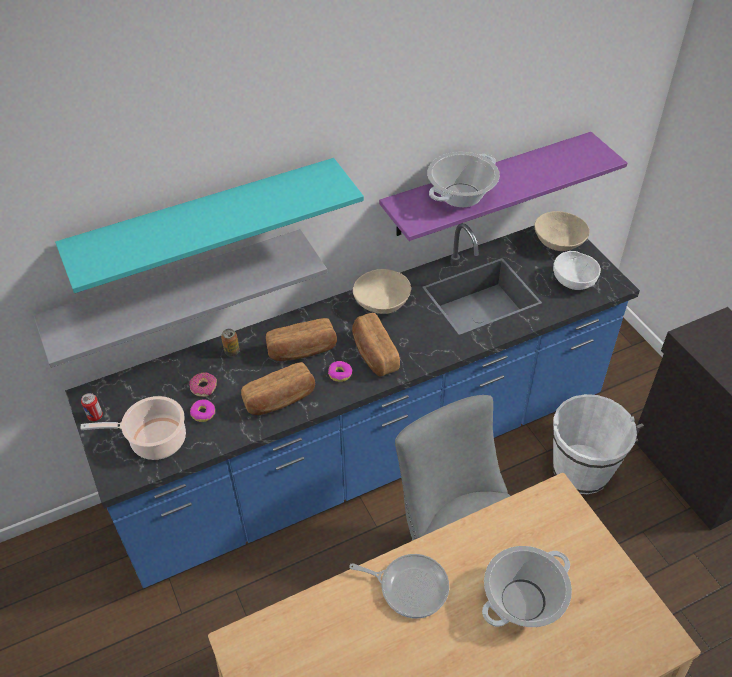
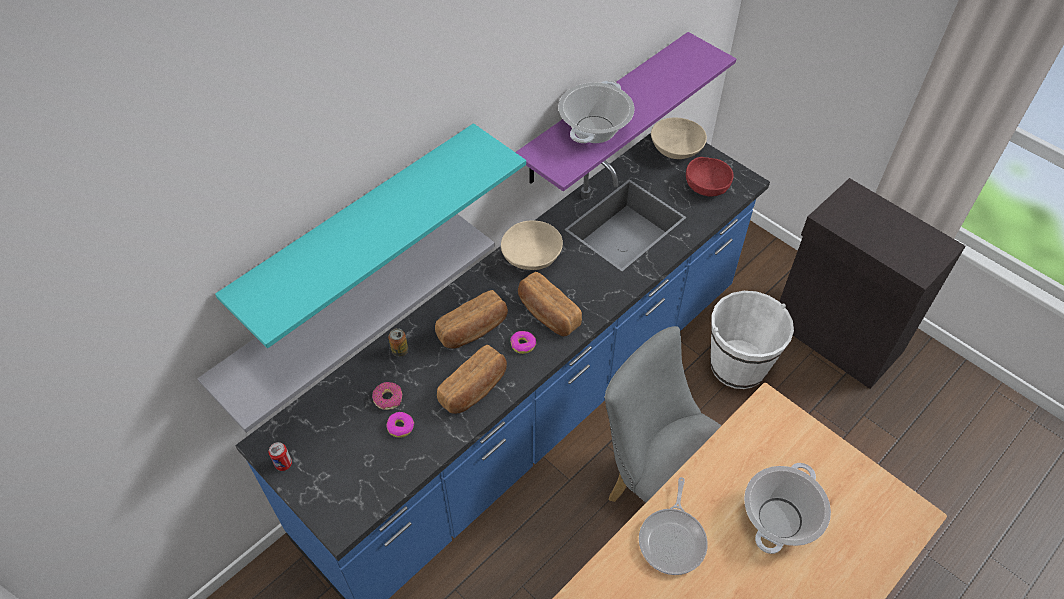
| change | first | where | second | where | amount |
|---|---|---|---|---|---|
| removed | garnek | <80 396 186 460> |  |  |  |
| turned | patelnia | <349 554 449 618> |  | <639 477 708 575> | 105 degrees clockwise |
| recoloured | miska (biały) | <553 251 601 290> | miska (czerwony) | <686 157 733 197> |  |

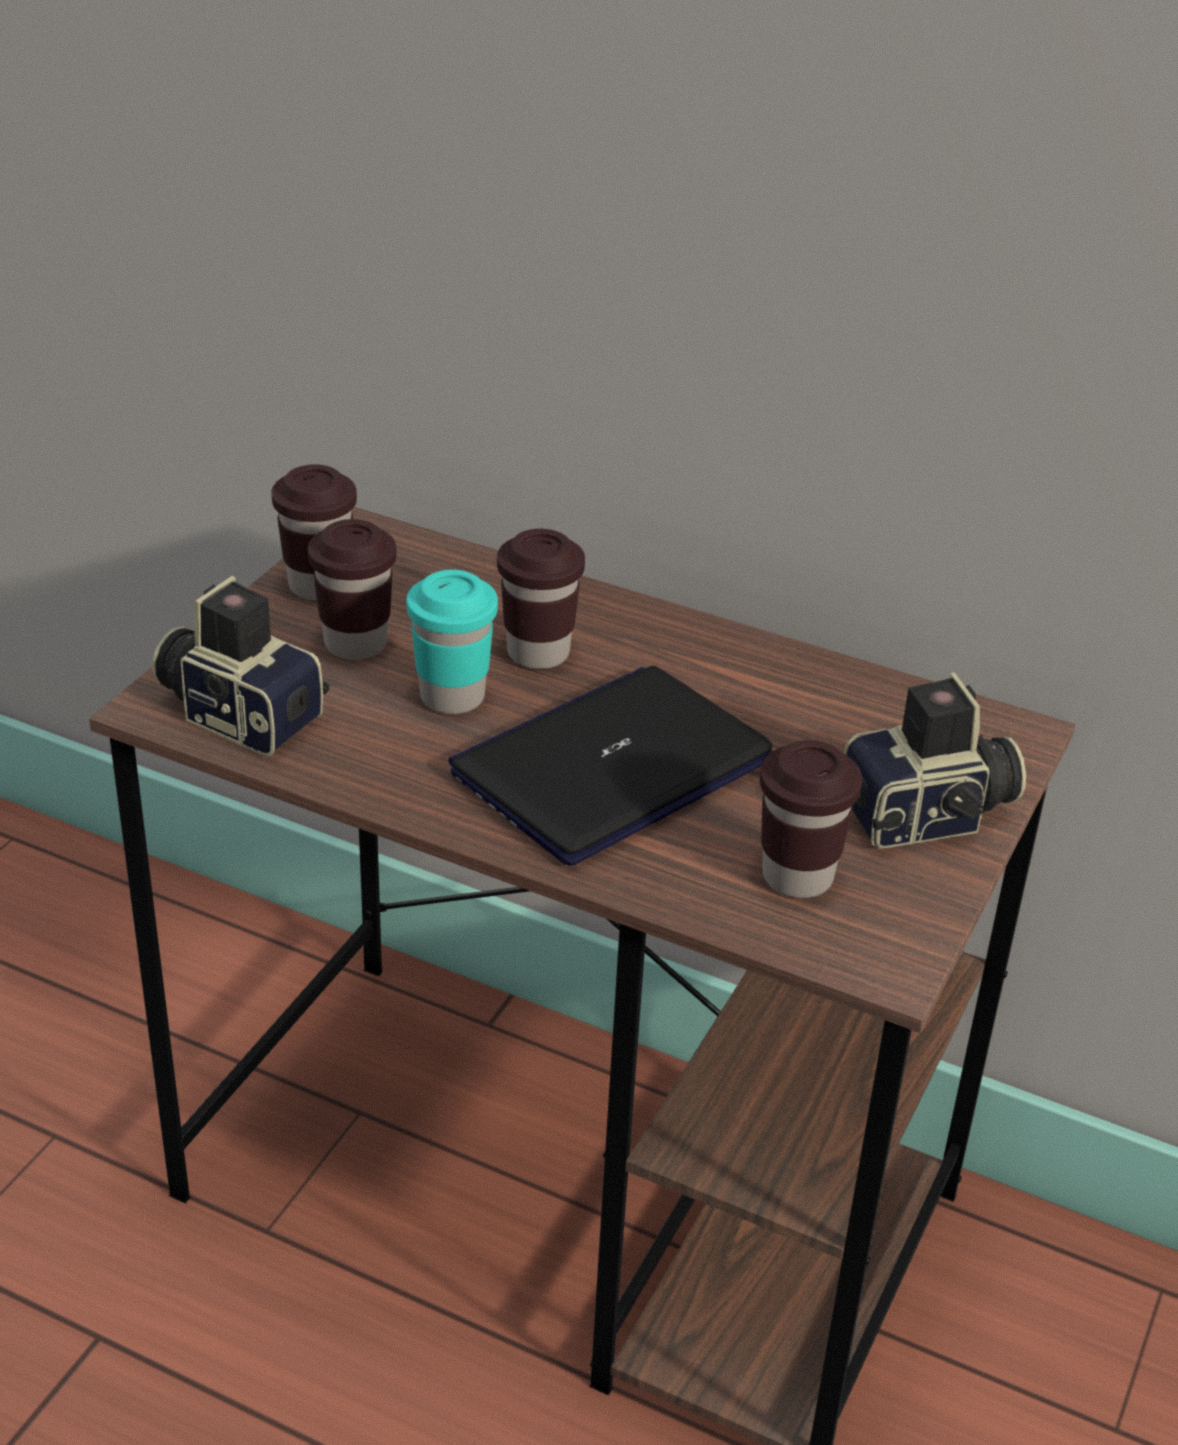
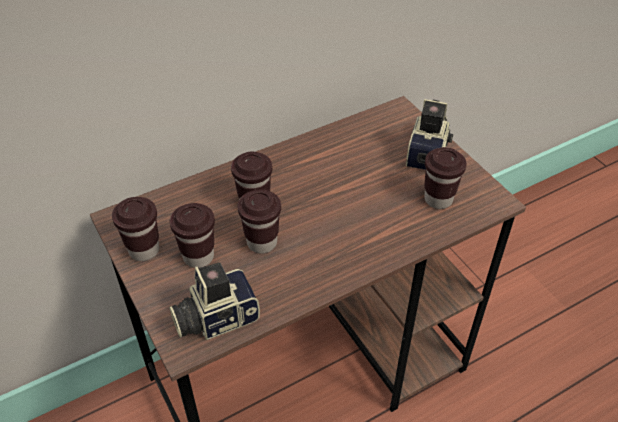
| change | first | where | second | where | amount |
|---|---|---|---|---|---|
| recoloured | filiżanka (turkusowy) | <407 570 498 714> | filiżanka (brązowy) | <237 189 281 253> |  |
| removed | laptop | <449 666 773 866> |  |  |  |

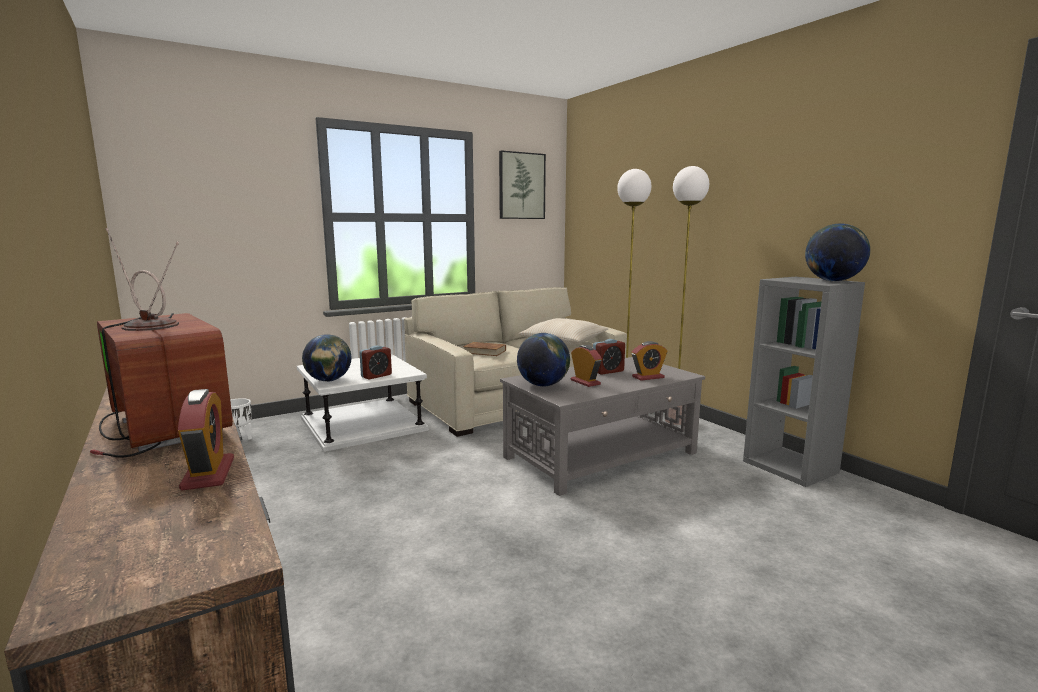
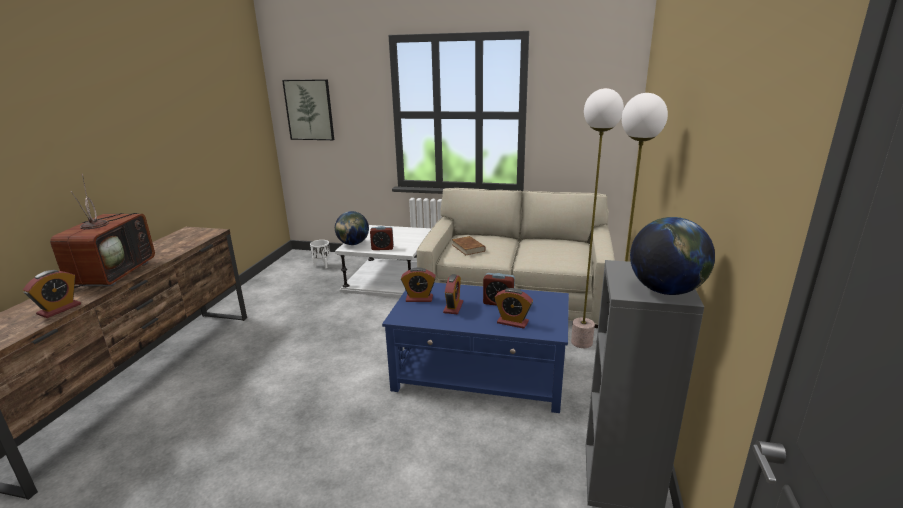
| change | first | where | second | where | amount |
|---|---|---|---|---|---|
| moved | obraz | <499 150 546 219> |  | <282 79 334 140> |  |
| recoloured | ława (szary) | <500 357 705 496> | ława (niebieski) | <382 283 569 413> |  |
| replaced | globus | <517 333 570 387> | budzik | <401 267 436 302> |  |
| removed | poduszka (beżowy) | <519 318 608 345> |  |  |  |

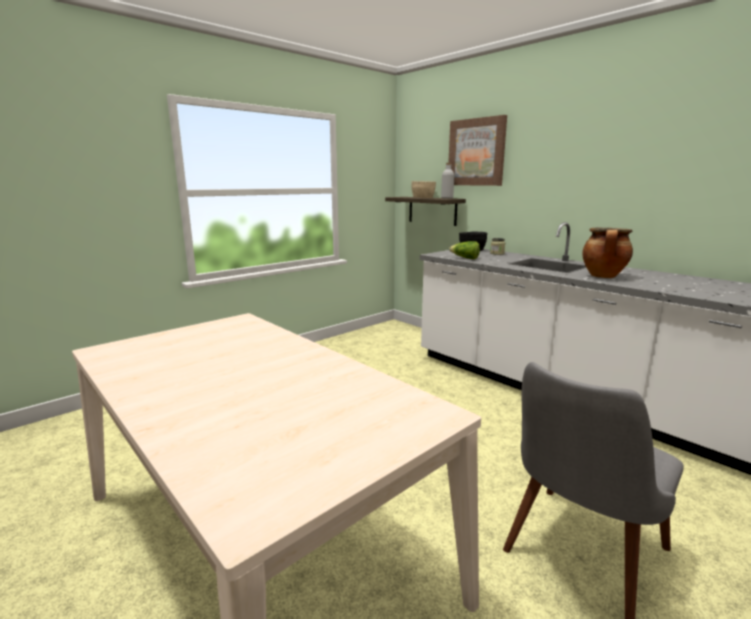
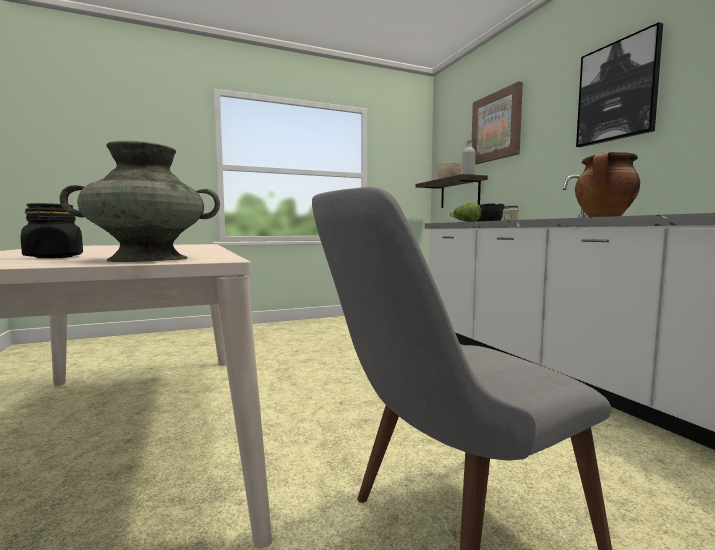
| change | first | where | second | where | amount |
|---|---|---|---|---|---|
| added |  |  | słoik (czarny) | <21 203 83 258> |  |
| added |  |  | wazon (turkusowy) | <60 140 220 262> |  |
| added |  |  | obraz | <576 22 663 147> |  |

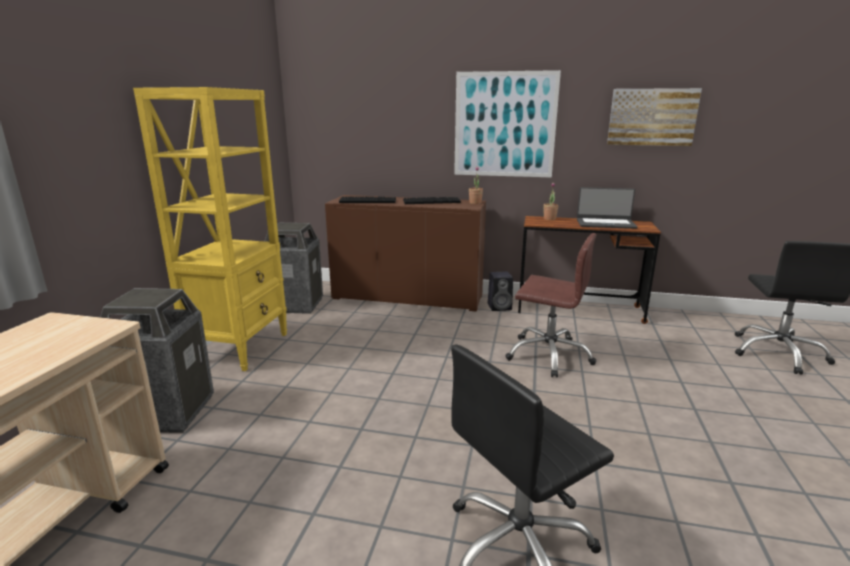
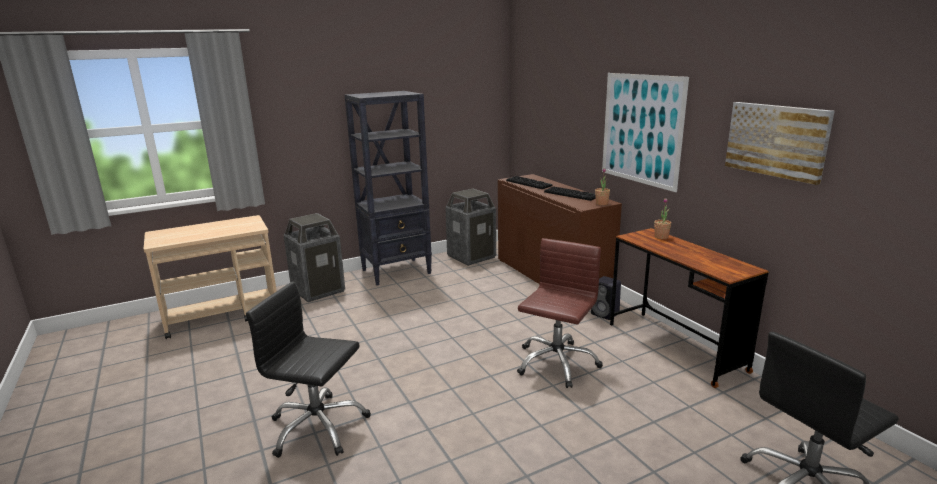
| change | first | where | second | where | amount |
|---|---|---|---|---|---|
| recoloured | regał (żółty) | <133 87 287 371> | regał (czarny) | <345 91 432 286> |  |
| turned | krzesło biurowe (brązowy) | <505 233 596 378> |  | <517 238 603 388> | 135 degrees counterclockwise |
| removed | laptop | <577 187 638 229> |  |  |  |

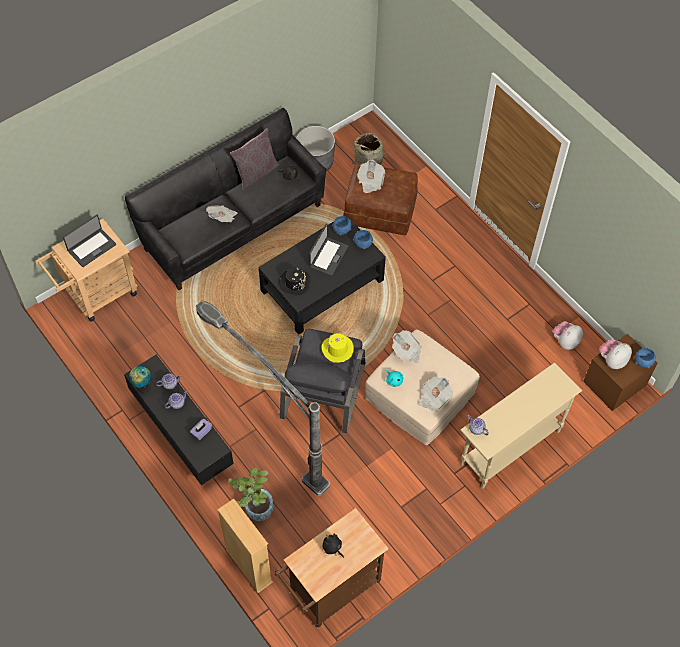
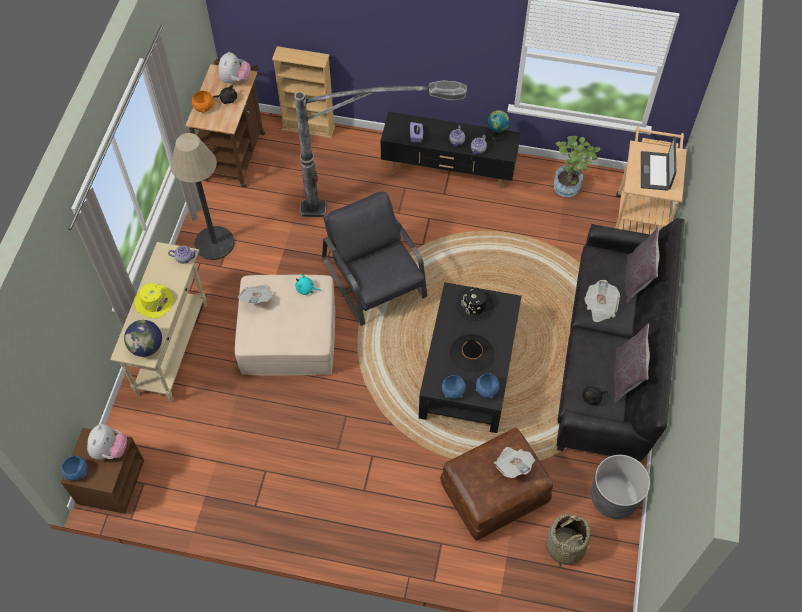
| change | first | where | second | where | amount |
|---|---|---|---|---|---|
| moved | roślina doniczkowa | <228 467 274 521> |  | <554 136 600 197> |  |
| replaced | laptop | <309 223 348 276> | kapelusz (czarny) | <450 334 494 372> |  |
| moved | kapelusz (żółty) | <321 333 354 363> |  | <134 283 174 318> |  |
| removed | gazeta | <392 330 422 363> |  |  |  |
| moved | pluszak | <552 321 583 350> |  | <219 52 251 84> |  |
| added |  |  | globus | <124 320 162 357> |  |
| added |  |  | lampa stojąca | <170 133 235 260> |  |
| added |  |  | miska (pomarańczowy) | <192 90 215 112> |  |
| added |  |  | poduszka (szary) | <625 227 660 304> |  |

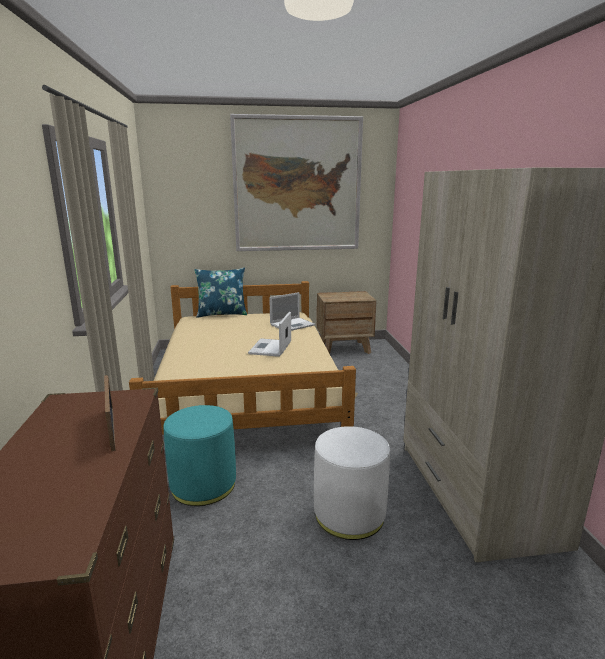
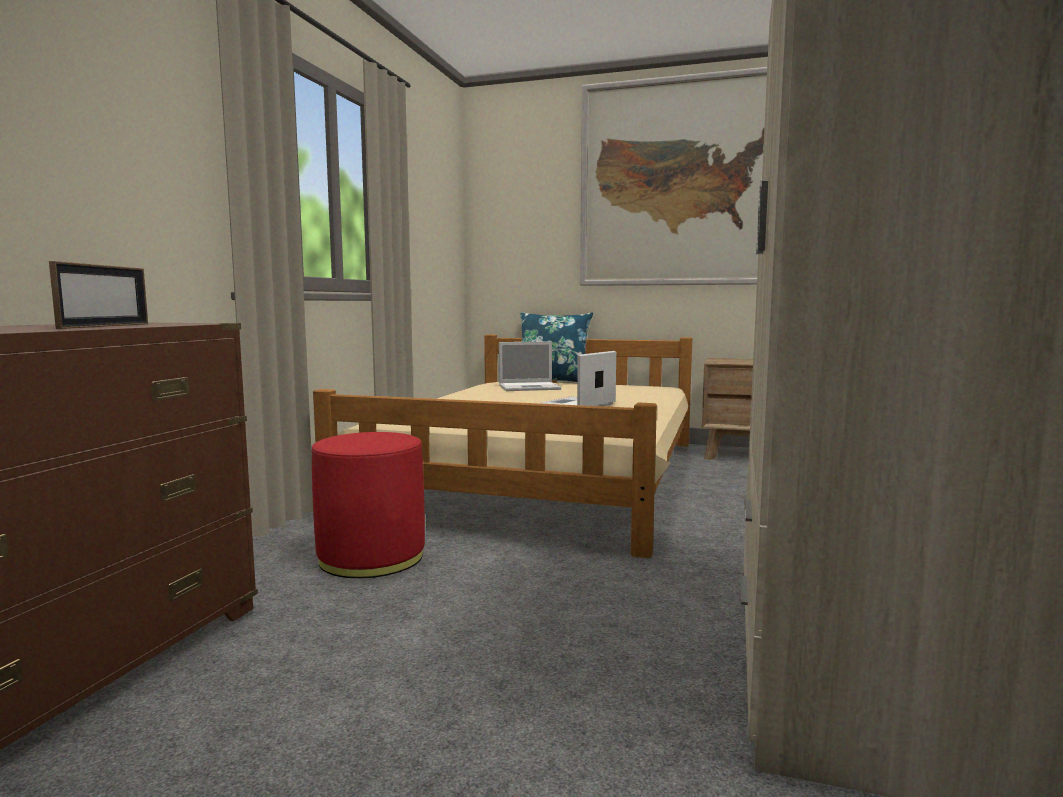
| change | first | where | second | where | amount |
|---|---|---|---|---|---|
| recoloured | pufa (turkusowy) | <163 405 236 506> | pufa (czerwony) | <312 432 425 578> |  |
| moved | laptop | <269 292 315 331> |  | <499 341 561 391> |  |
| removed | pufa (biały) | <314 426 390 540> |  |  |  |

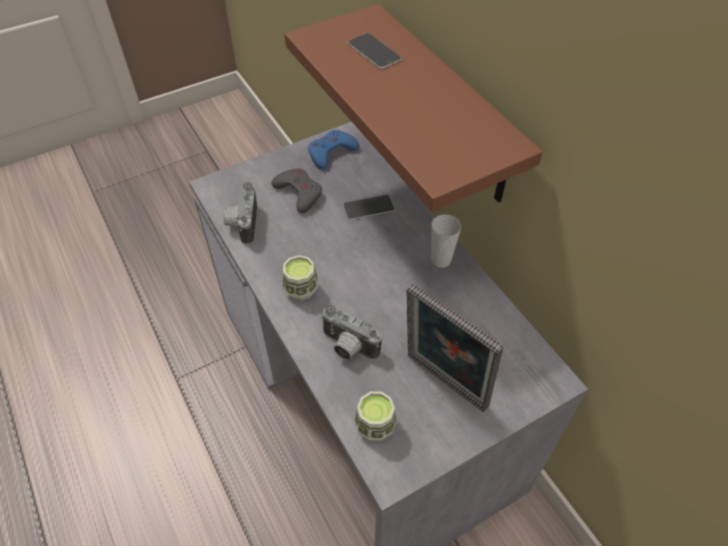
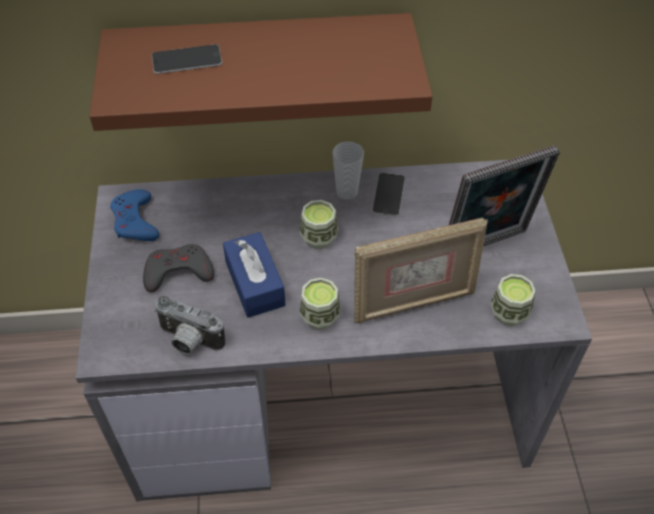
| change | first | where | second | where | amount |
|---|---|---|---|---|---|
| replaced | aparat fotograficzny | <321 305 382 360> | ramka na zdjęcie | <354 218 488 323> |  |
| moved | telefon | <343 195 395 220> |  | <372 173 405 216> |  |
| added |  |  | pudełko chusteczek (niebieski) | <223 232 286 318> |  |
| added |  |  | filiżanka | <300 200 338 249> |  |

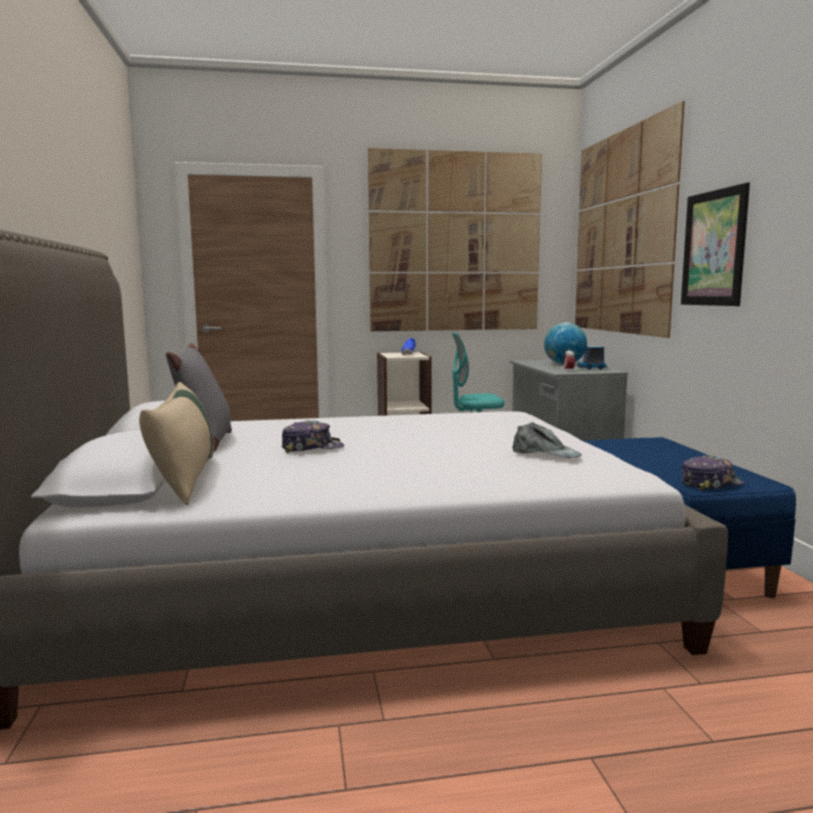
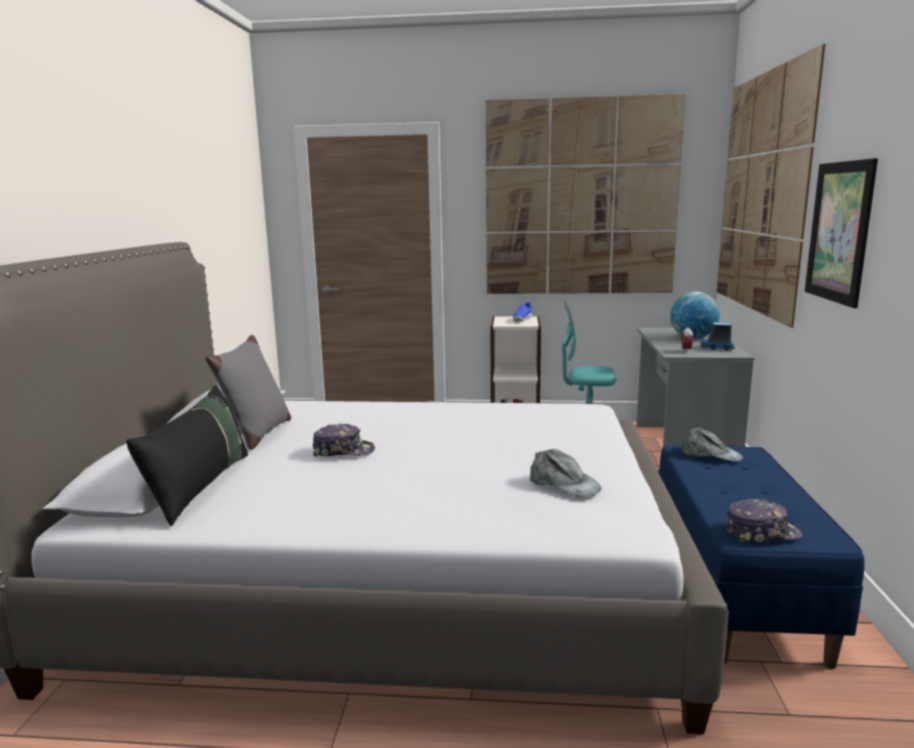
| change | first | where | second | where | amount |
|---|---|---|---|---|---|
| recoloured | poduszka (beżowy) | <139 382 214 505> | poduszka (czarny) | <126 385 248 526> |  |
| added |  |  | czapka z daszkiem (szary) | <681 428 743 462> |  |

